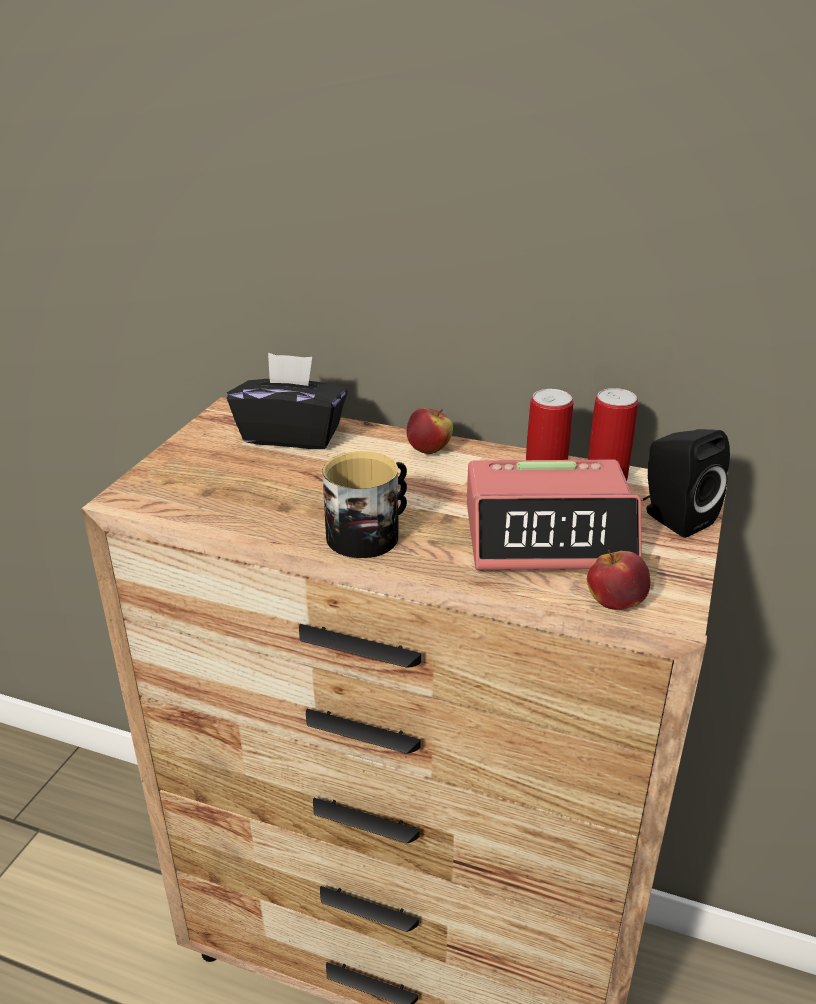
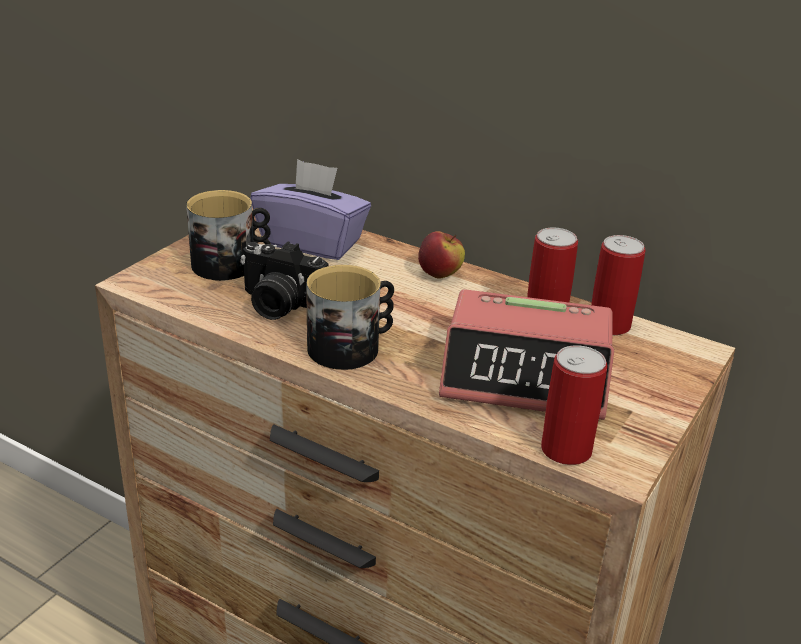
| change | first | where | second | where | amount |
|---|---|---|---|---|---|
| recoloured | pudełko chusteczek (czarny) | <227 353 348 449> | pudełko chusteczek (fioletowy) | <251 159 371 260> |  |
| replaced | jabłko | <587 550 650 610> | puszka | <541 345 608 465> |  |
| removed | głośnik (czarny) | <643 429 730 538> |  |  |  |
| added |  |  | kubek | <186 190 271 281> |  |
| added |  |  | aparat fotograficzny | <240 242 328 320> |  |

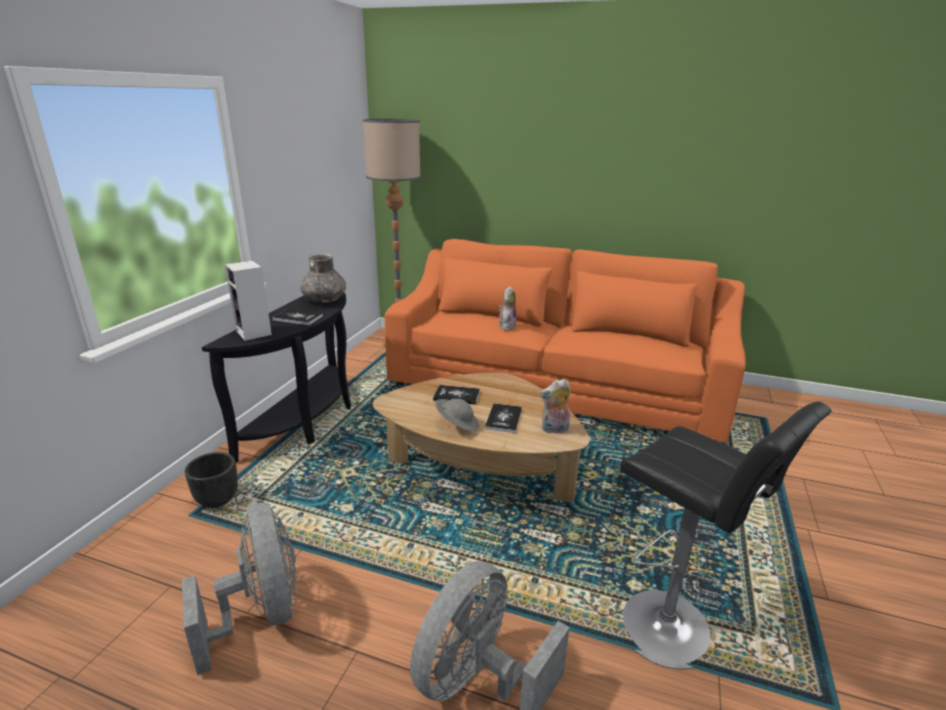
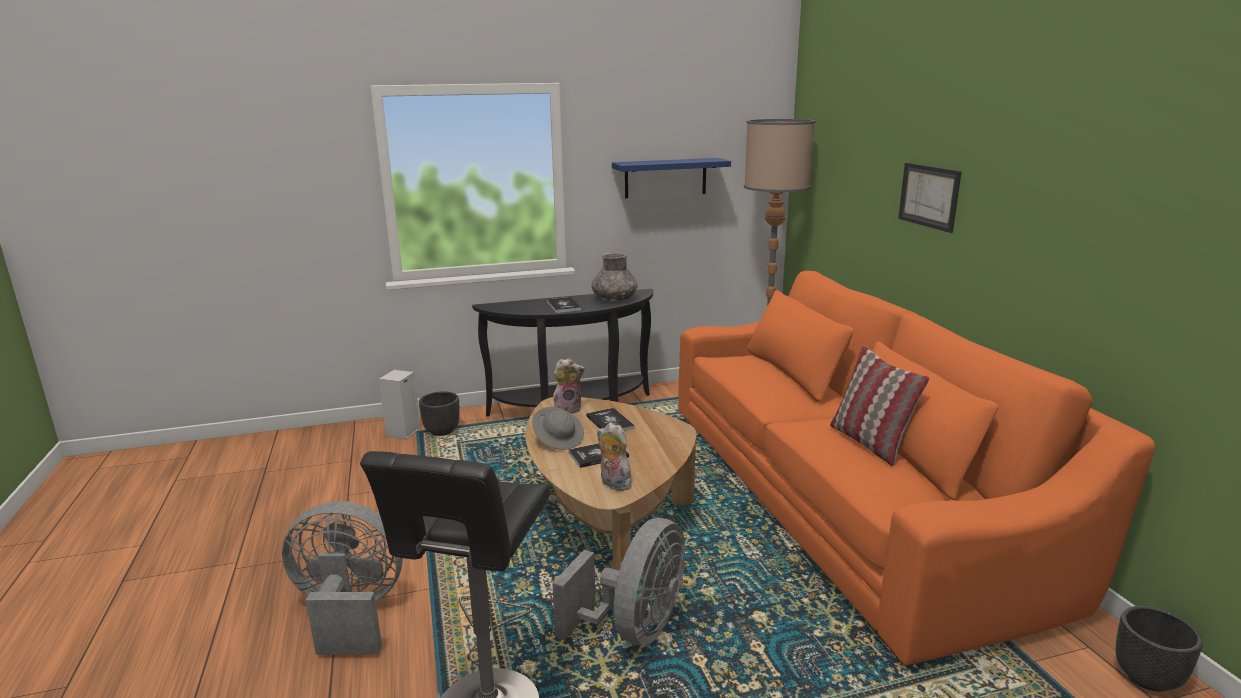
| change | first | where | second | where | amount |
|---|---|---|---|---|---|
| moved | wentylator (szary) | <182 502 297 675> |  | <552 518 685 645> |  |
| moved | głośnik | <225 260 272 341> |  | <379 370 421 440> |  |
| moved | pluszak | <498 286 516 331> |  | <553 358 585 414> |  |
| added |  |  | półka (niebieski) | <612 158 731 198> |  |
| added |  |  | poduszka | <830 345 930 466> |  |
| added |  |  | obraz | <898 163 962 233> |  |
| added |  |  | donica (czarny) | <1115 606 1203 692> |  |

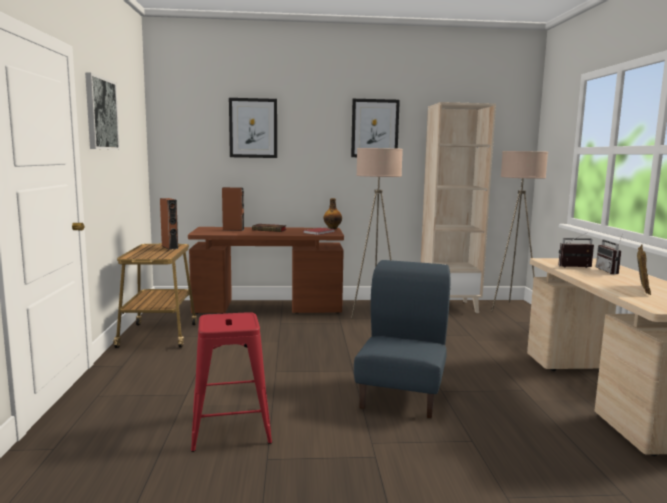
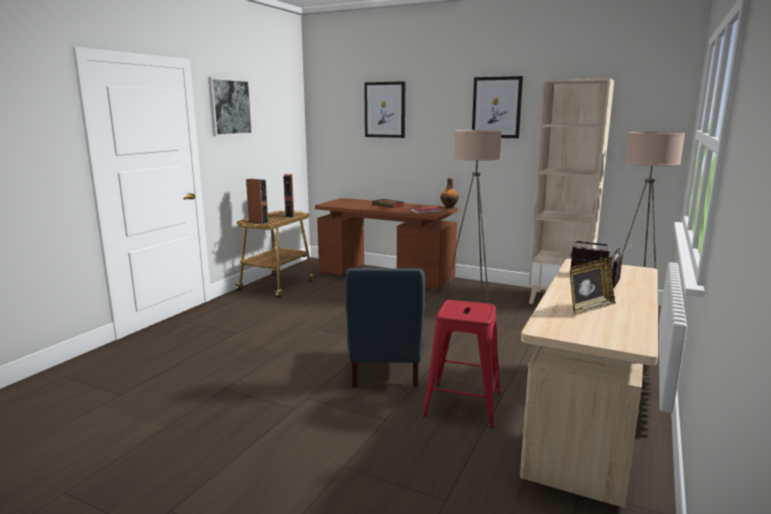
| change | first | where | second | where | amount |
|---|---|---|---|---|---|
| moved | stołek (czerwony) | <191 312 272 452> |  | <423 300 500 428> |  |
| moved | głośnik (brązowy) | <222 187 244 231> |  | <246 179 268 224> |  |
| turned | krzesło (niebieski) | <354 260 450 418> |  | <345 268 425 387> | 135 degrees clockwise |

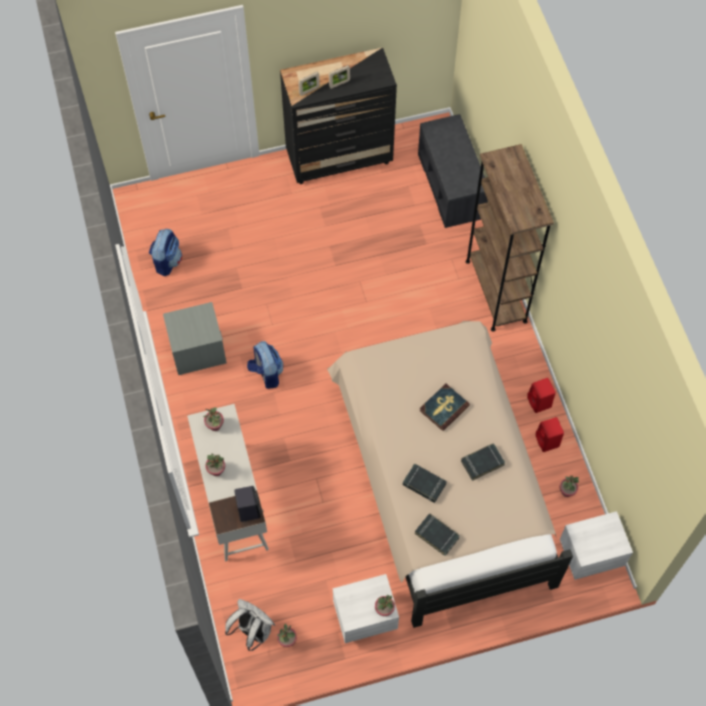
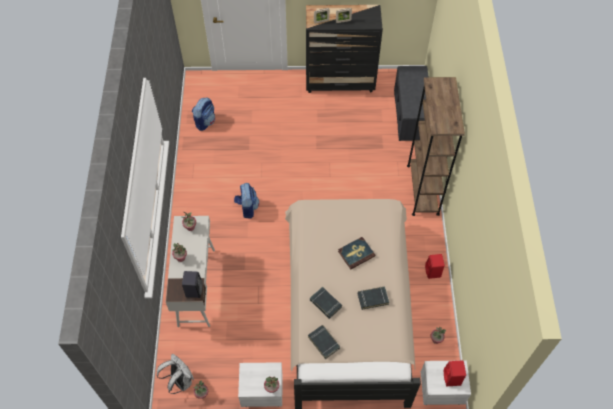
| change | first | where | second | where | amount |
|---|---|---|---|---|---|
| removed | szafka nocna (szary) | <163 302 227 375> |  |  |  |
| moved | głośnik (czerwony) | <536 417 564 452> |  | <444 360 466 386> |  |

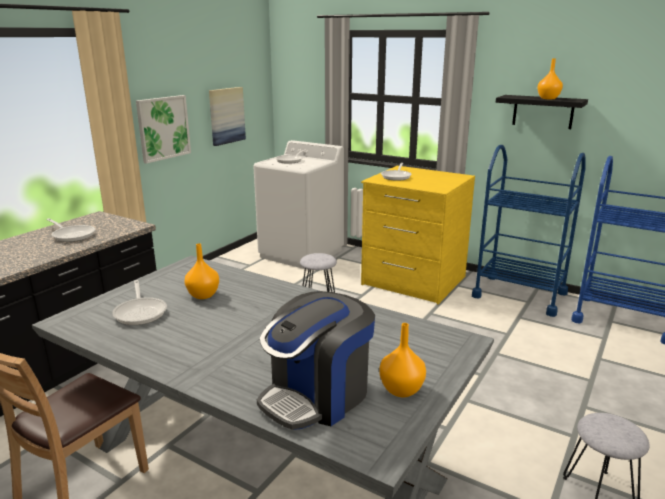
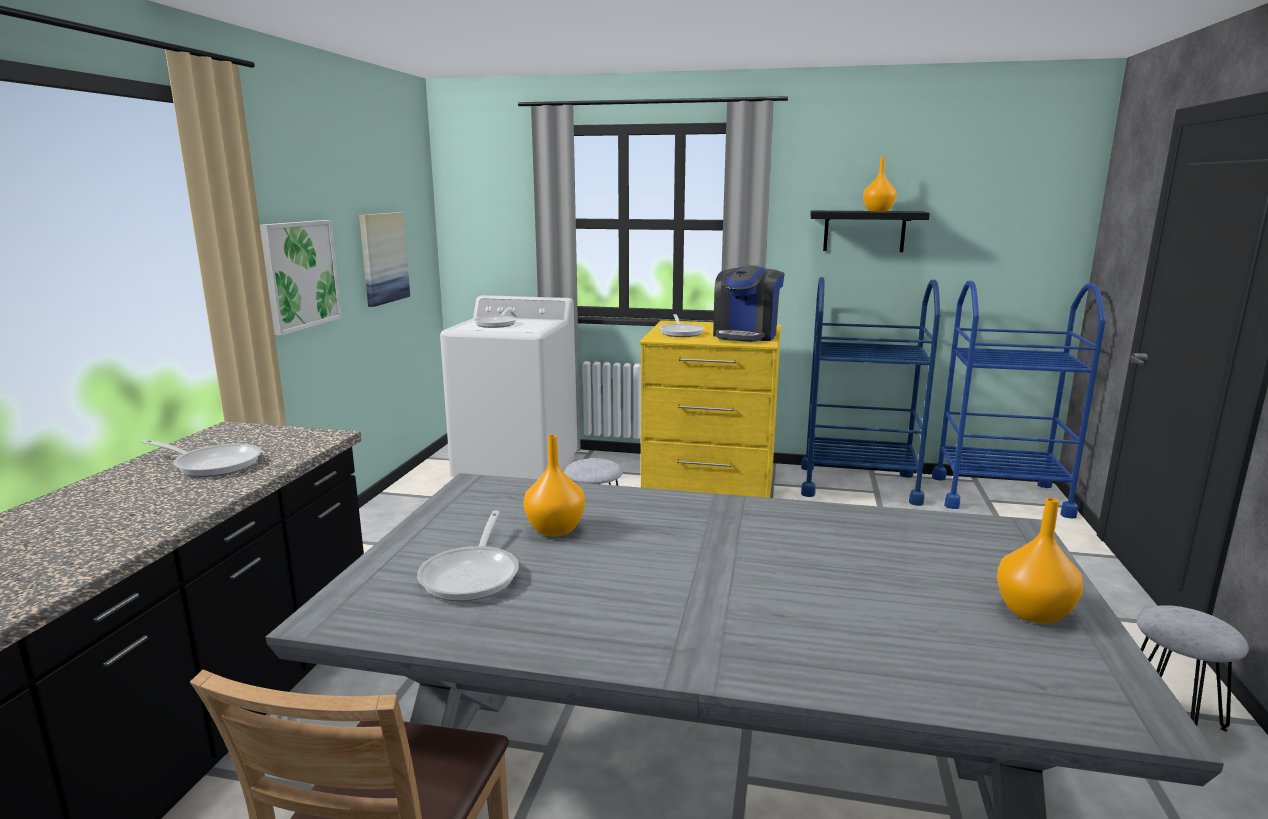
| change | first | where | second | where | amount |
|---|---|---|---|---|---|
| turned | patelnia | <112 280 167 325> |  | <417 511 519 601> | 45 degrees clockwise |
| moved | ekspres do kawy | <257 291 375 430> |  | <713 265 785 342> |  |

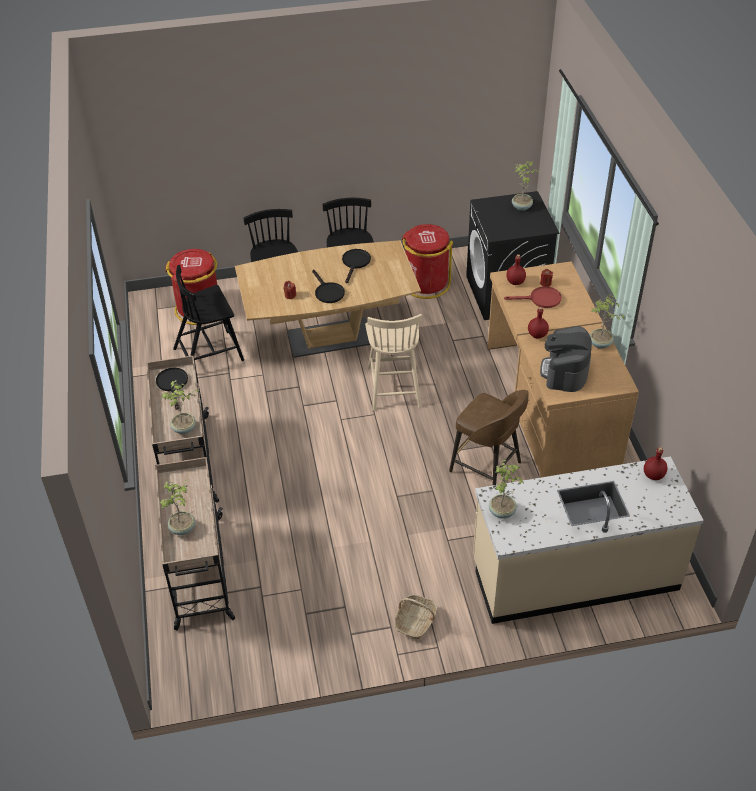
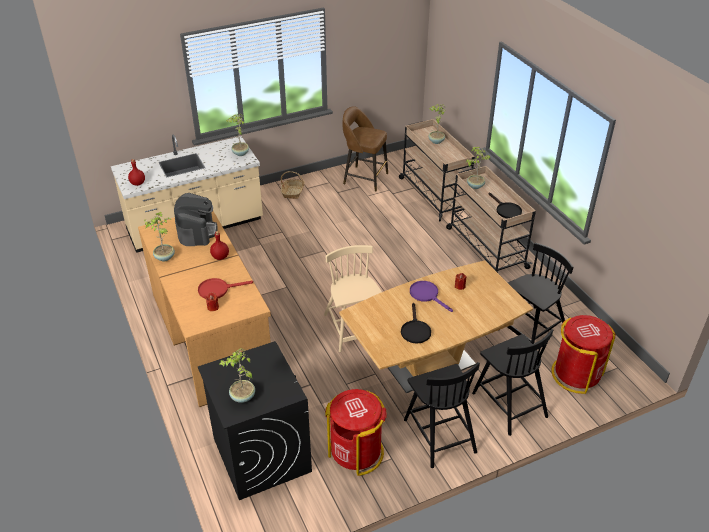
| change | first | where | second | where | amount |
|---|---|---|---|---|---|
| recoloured | patelnia (czarny) | <312 270 345 303> | patelnia (fioletowy) | <410 281 453 312> |  |
| moved | stołek (brązowy) | <449 390 528 485> |  | <342 106 388 192> |  |
| removed | butelka (czerwony) | <507 254 526 285> |  |  |  |

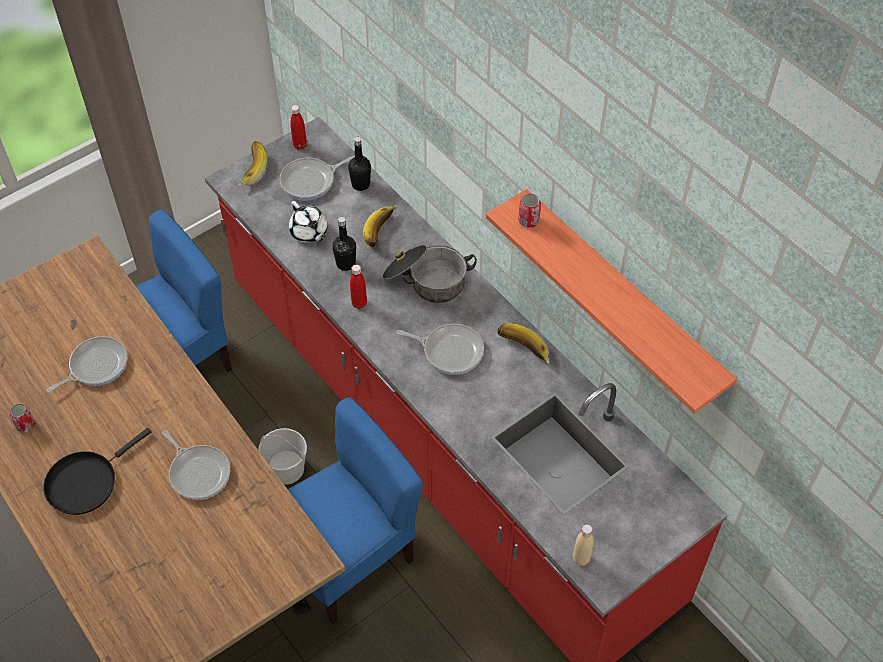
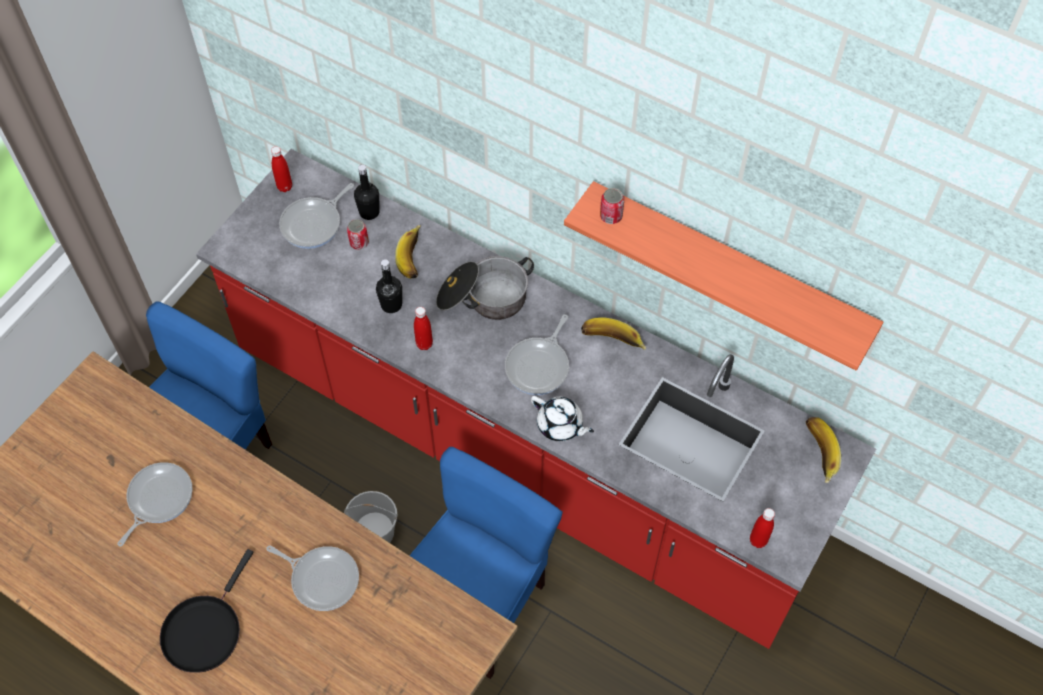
| change | first | where | second | where | amount |
|---|---|---|---|---|---|
| moved | puszka | <10 404 35 433> |  | <347 219 369 250> |  |
| moved | banan | <238 141 268 186> |  | <806 417 841 483> |  |
| moved | imbryk (biały) | <289 201 328 243> |  | <531 396 594 441> |  |
| turned | patelnia | <397 324 484 375> |  | <505 314 569 395> | 120 degrees clockwise |
| recoloured | butelka (beżowy) | <573 524 594 566> | butelka (czerwony) | <750 508 775 548> |  |

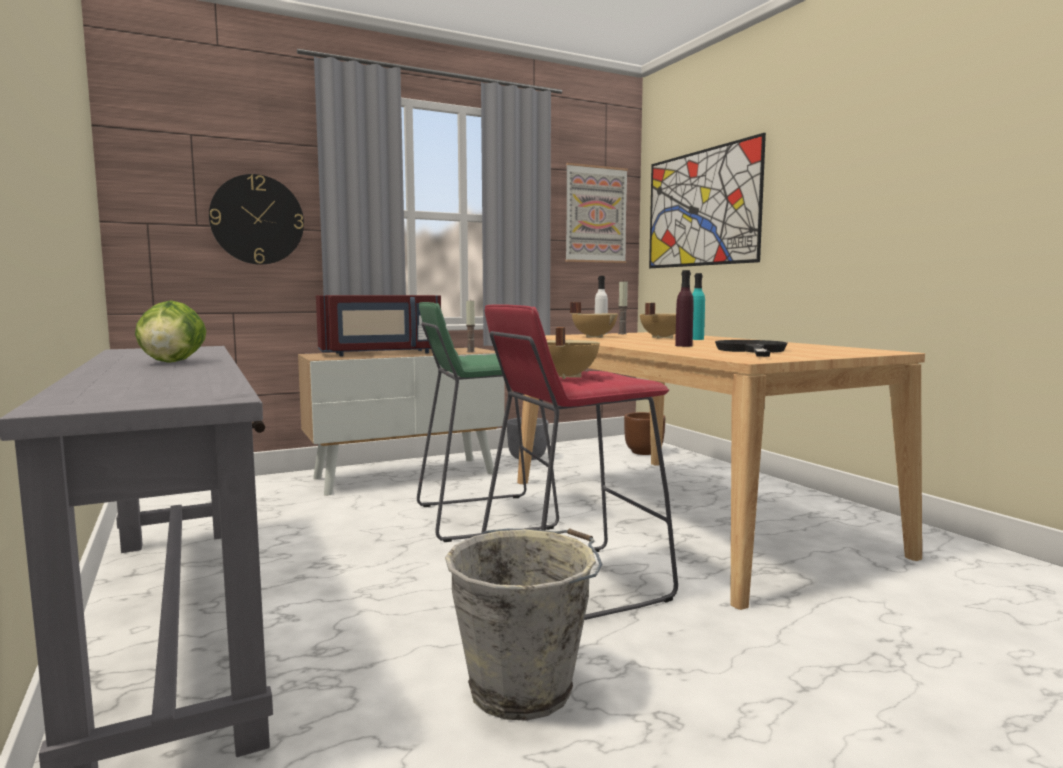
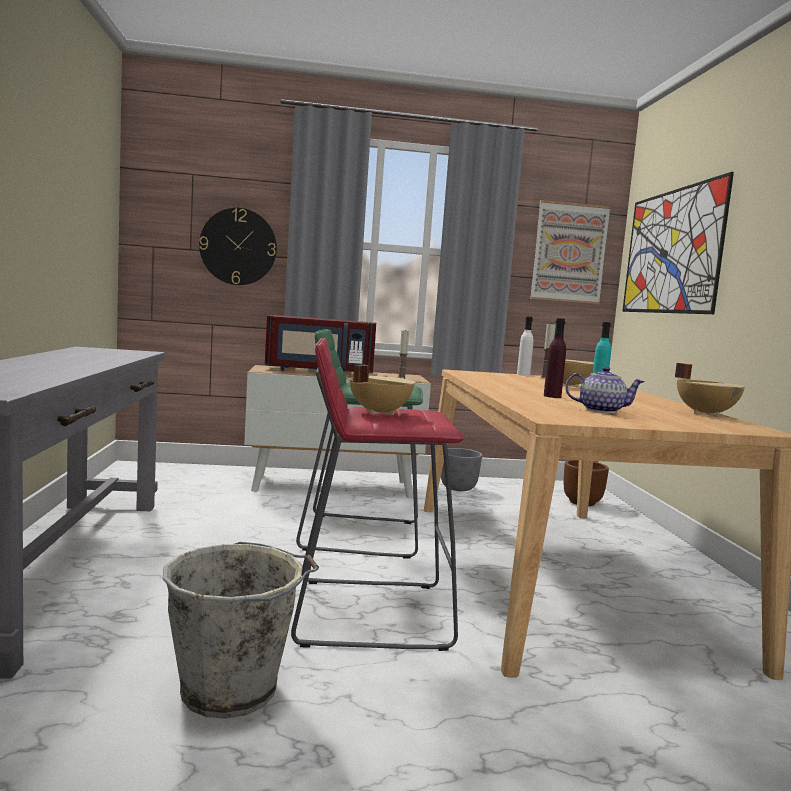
| change | first | where | second | where | amount |
|---|---|---|---|---|---|
| removed | sałata | <135 300 206 363> |  |  |  |
| moved | garnek (beżowy) | <570 302 618 338> |  | <675 363 745 417> |  |
| replaced | patelnia (czarny) | <715 340 788 357> | imbryk | <565 367 645 413> |  |

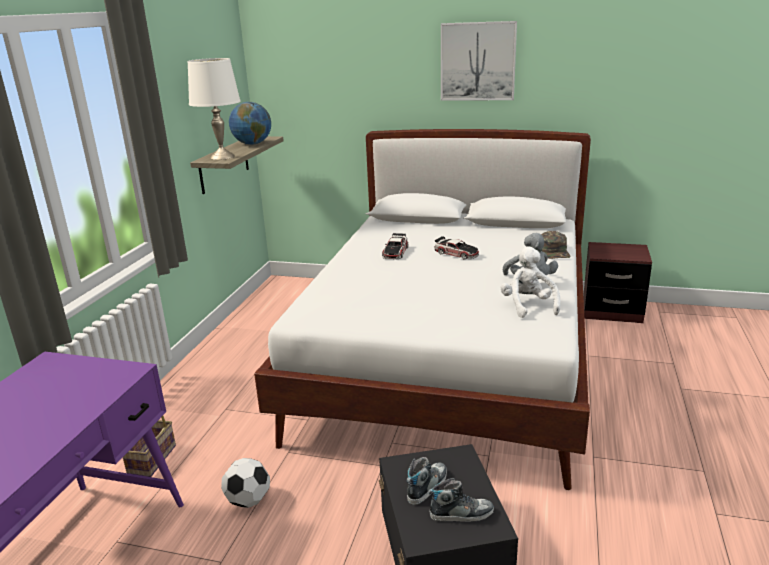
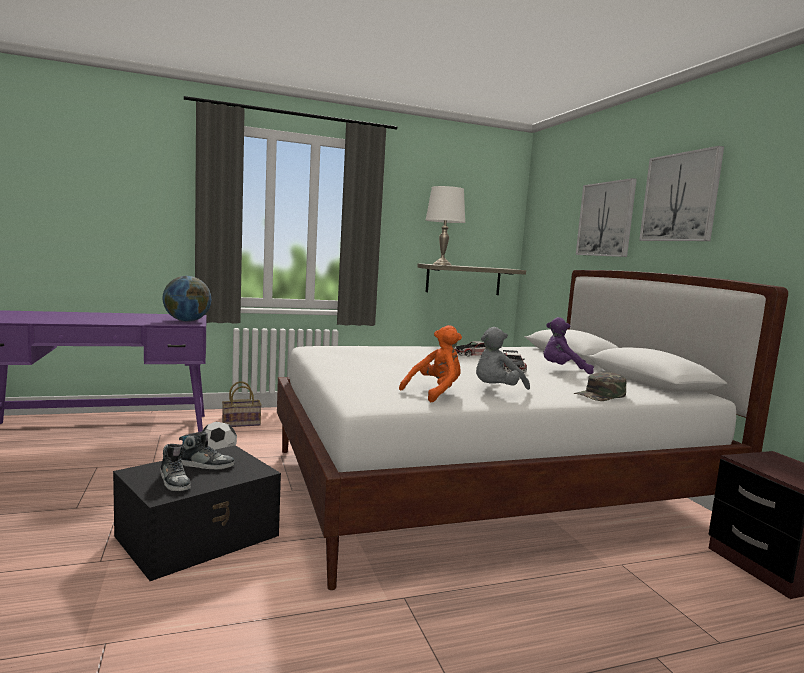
| change | first | where | second | where | amount |
|---|---|---|---|---|---|
| moved | globus | <229 102 271 145> |  | <162 276 211 322> |  |
| recoloured | pluszak (biały) | <500 246 560 318> | pluszak (pomarańczowy) | <399 325 462 402> |  |
| added |  |  | pluszak (fioletowy) | <544 317 594 374> |  |
| added |  |  | obraz | <576 178 637 257> |  |

